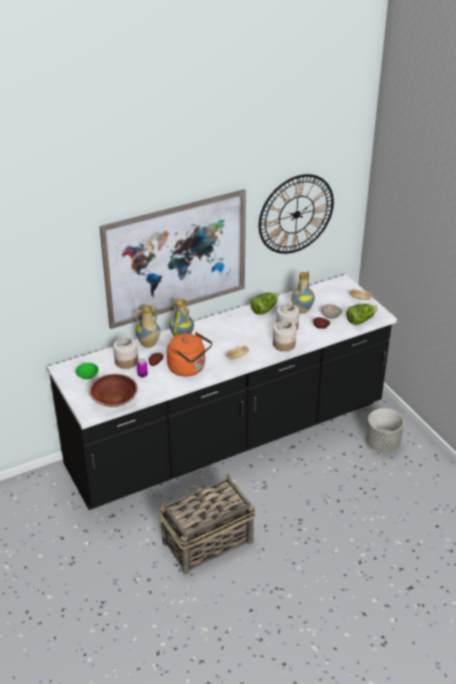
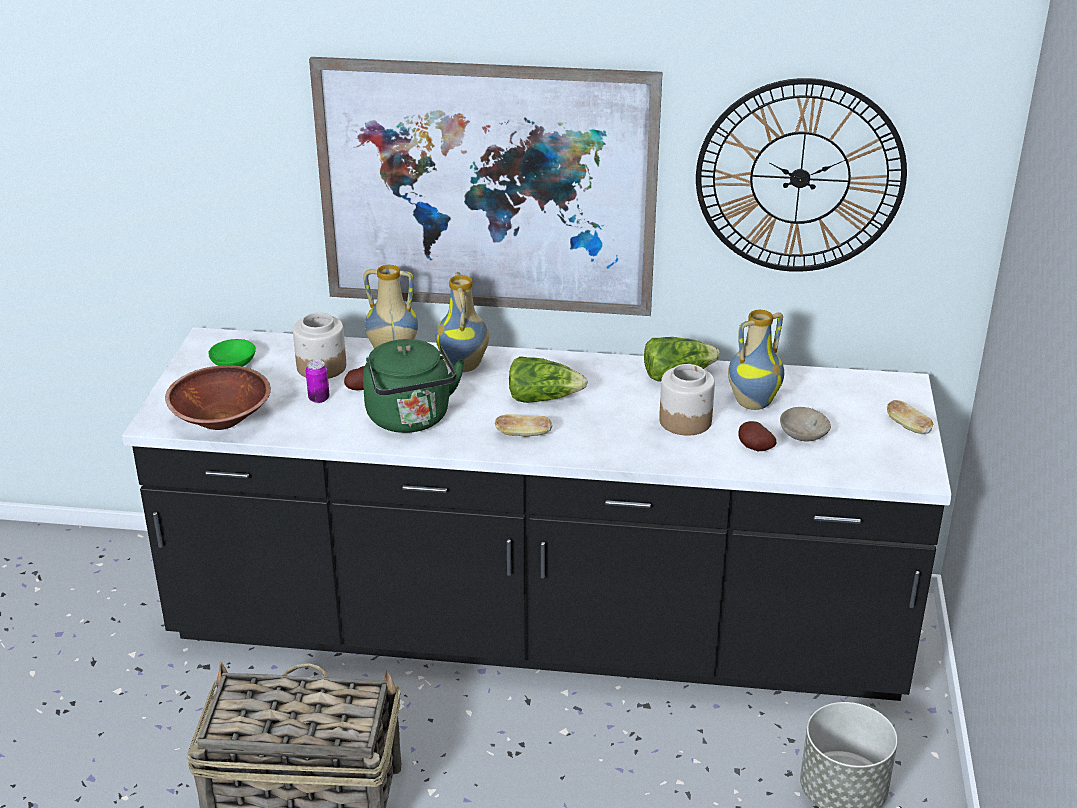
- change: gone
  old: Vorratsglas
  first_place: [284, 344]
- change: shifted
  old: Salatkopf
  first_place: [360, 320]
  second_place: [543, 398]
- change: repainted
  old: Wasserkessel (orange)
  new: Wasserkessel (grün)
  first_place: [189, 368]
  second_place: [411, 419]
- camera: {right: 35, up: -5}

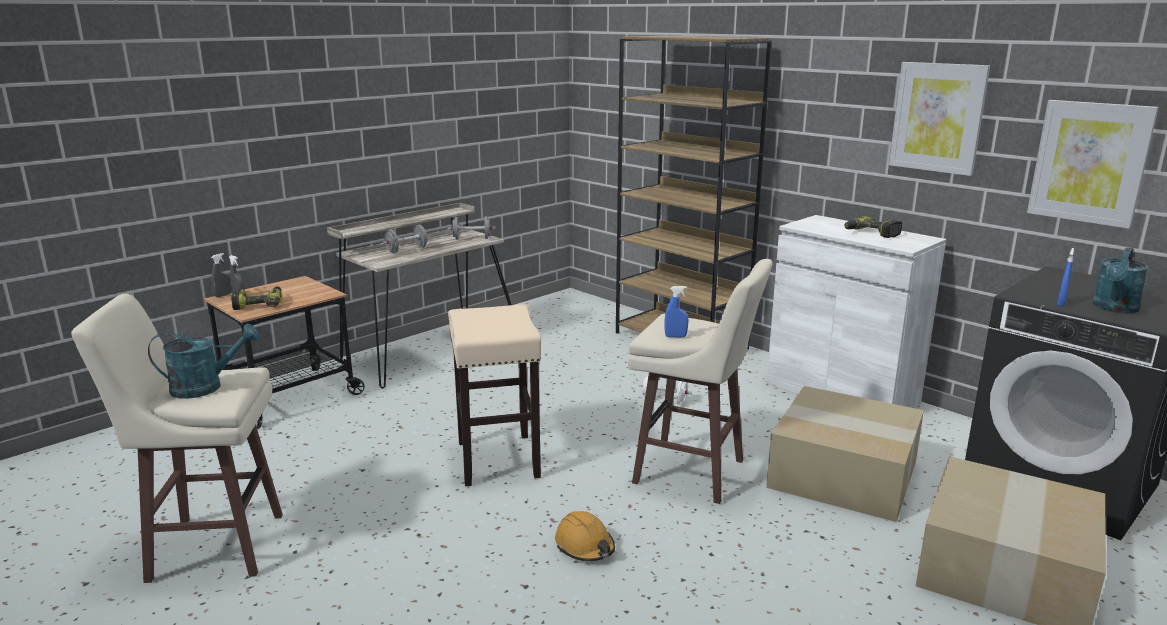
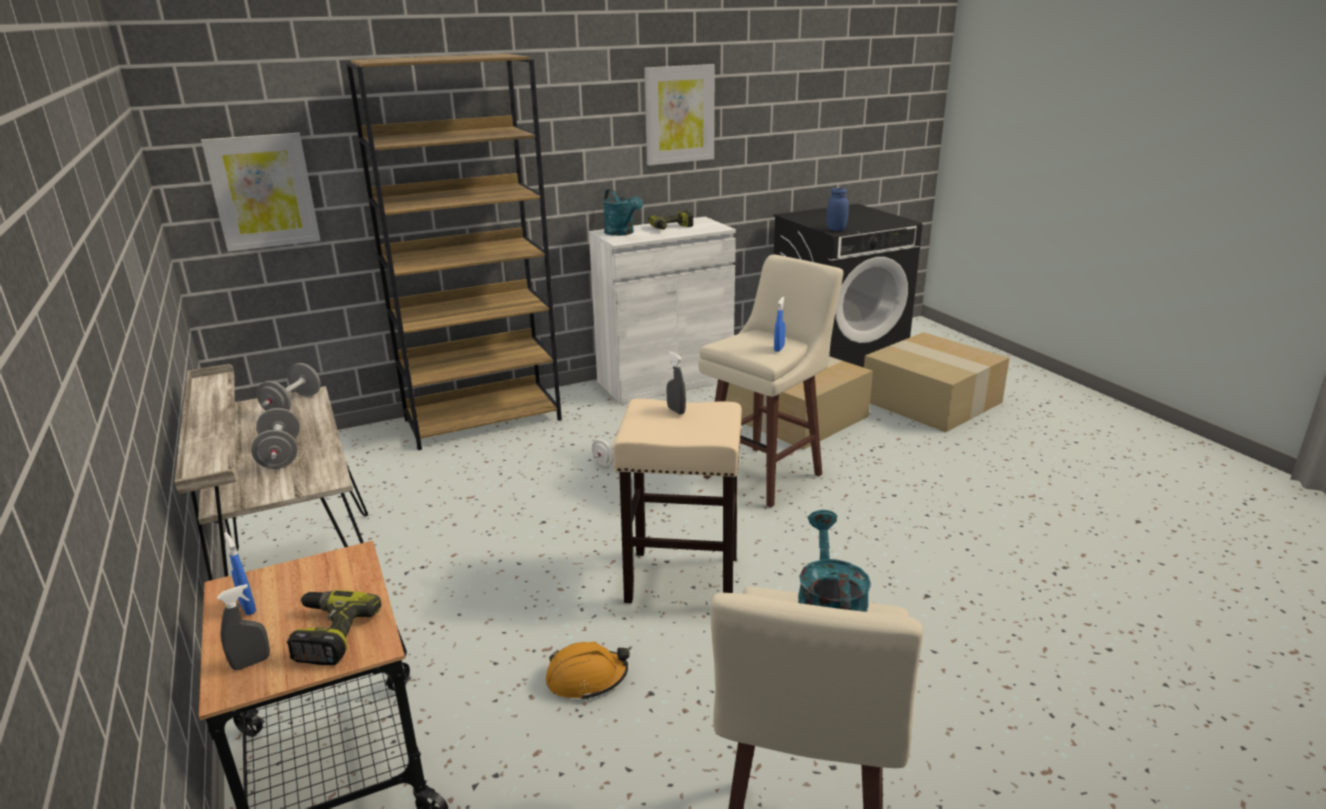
- change: new
  new: Vorratsglas (blau)
  second_place: [836, 229]
- change: shifted
  old: Sprühflasche (grau)
  first_place: [223, 295]
  second_place: [676, 410]
- change: shifted
  old: Schutzhelm (orange)
  first_place: [585, 546]
  second_place: [587, 678]
- change: shifted
  old: Bild
  first_place: [1089, 162]
  second_place: [263, 191]
- change: shifted
  old: Sprühflasche (blau)
  first_place: [1061, 303]
  second_place: [248, 607]
- change: shifted
  old: Gießkanne (türkis)
  first_place: [1114, 308]
  second_place: [622, 233]
- camera: {right: -70, up: 5}

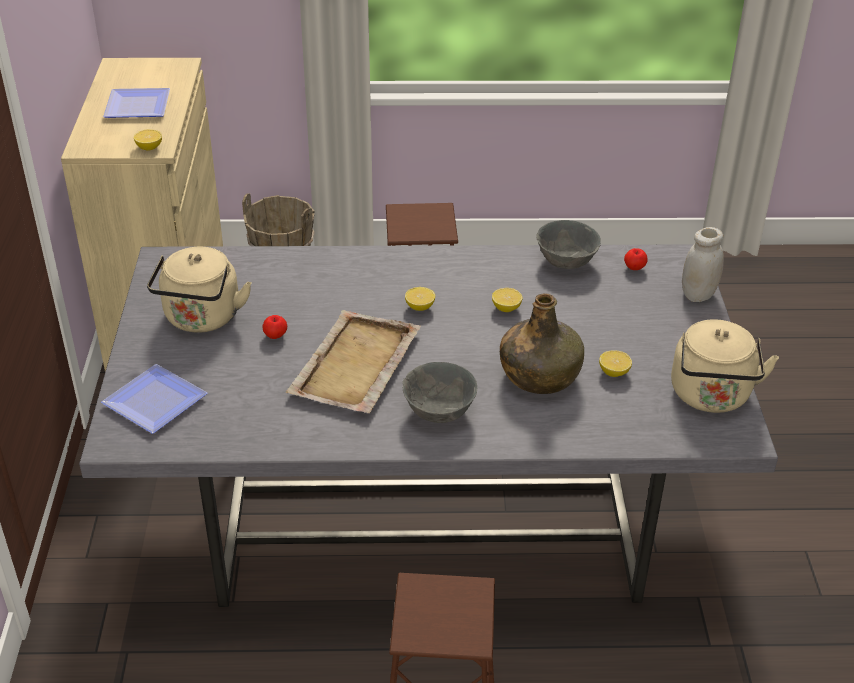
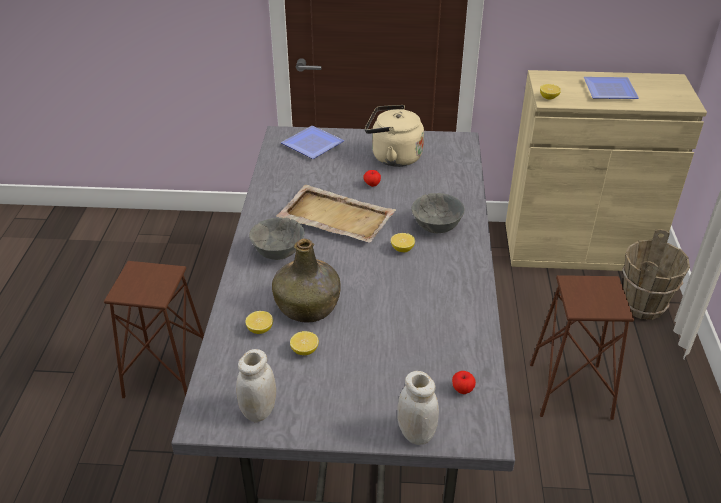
- change: shifted
  old: Zitrone
  first_place: [506, 308]
  second_place: [260, 329]
- change: shifted
  old: Schüssel (grau)
  first_place: [567, 261]
  second_place: [436, 226]
- change: swapped
  old: Wasserkessel (beige)
  new: Vorratsglas (weiß)
  first_place: [711, 397]
  second_place: [259, 411]
- camera: {right: 95, up: 0}

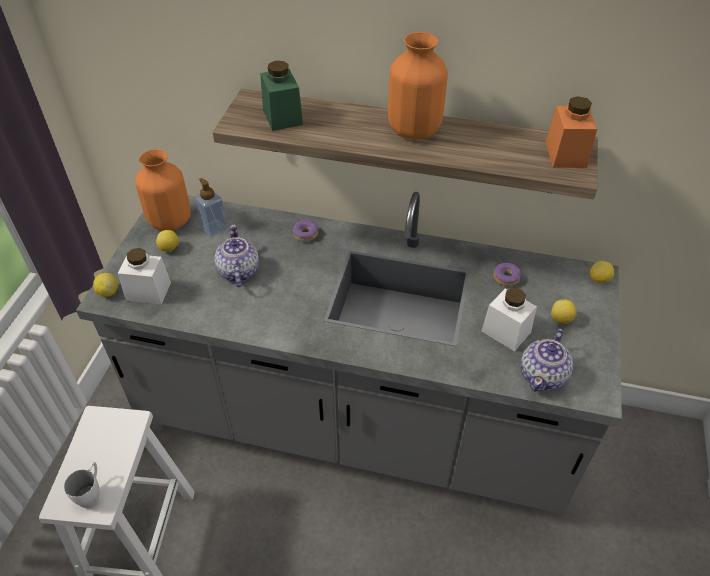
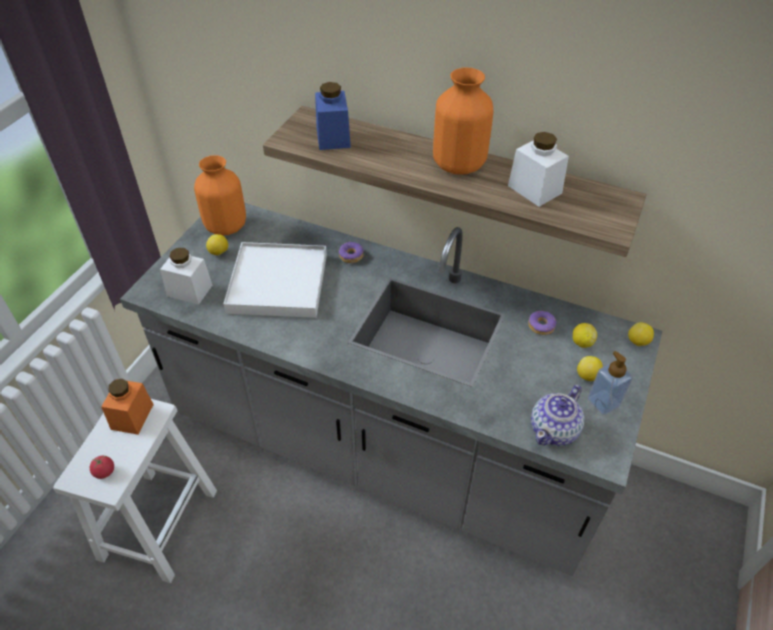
- change: shifted
  old: Zitrone
  first_place: [108, 292]
  second_place: [582, 342]
- change: shifted
  old: Seifenspender
  first_place: [214, 228]
  second_place: [603, 402]
- change: shifted
  old: Vorratsglas (weiß)
  first_place: [506, 331]
  second_place: [534, 189]
- change: shifted
  old: Vorratsglas (orange)
  first_place: [565, 154]
  second_place: [132, 416]
- change: swapped
  old: Henkelbecher (weiß)
  new: Tomate
  first_place: [91, 492]
  second_place: [104, 471]
- change: swapped
  old: Teekanne
  new: Tablett (weiß)
  first_place: [238, 271]
  second_place: [277, 283]
- change: repainted
  old: Vorratsglas (grün)
  new: Vorratsglas (blau)
  first_place: [282, 117]
  second_place: [333, 137]
- camera: {right: 10, up: 0}

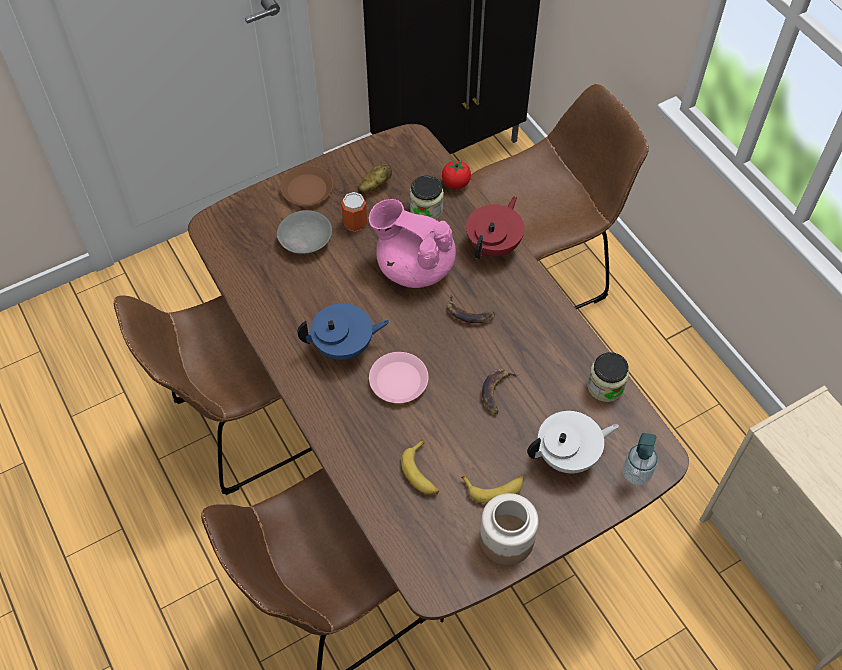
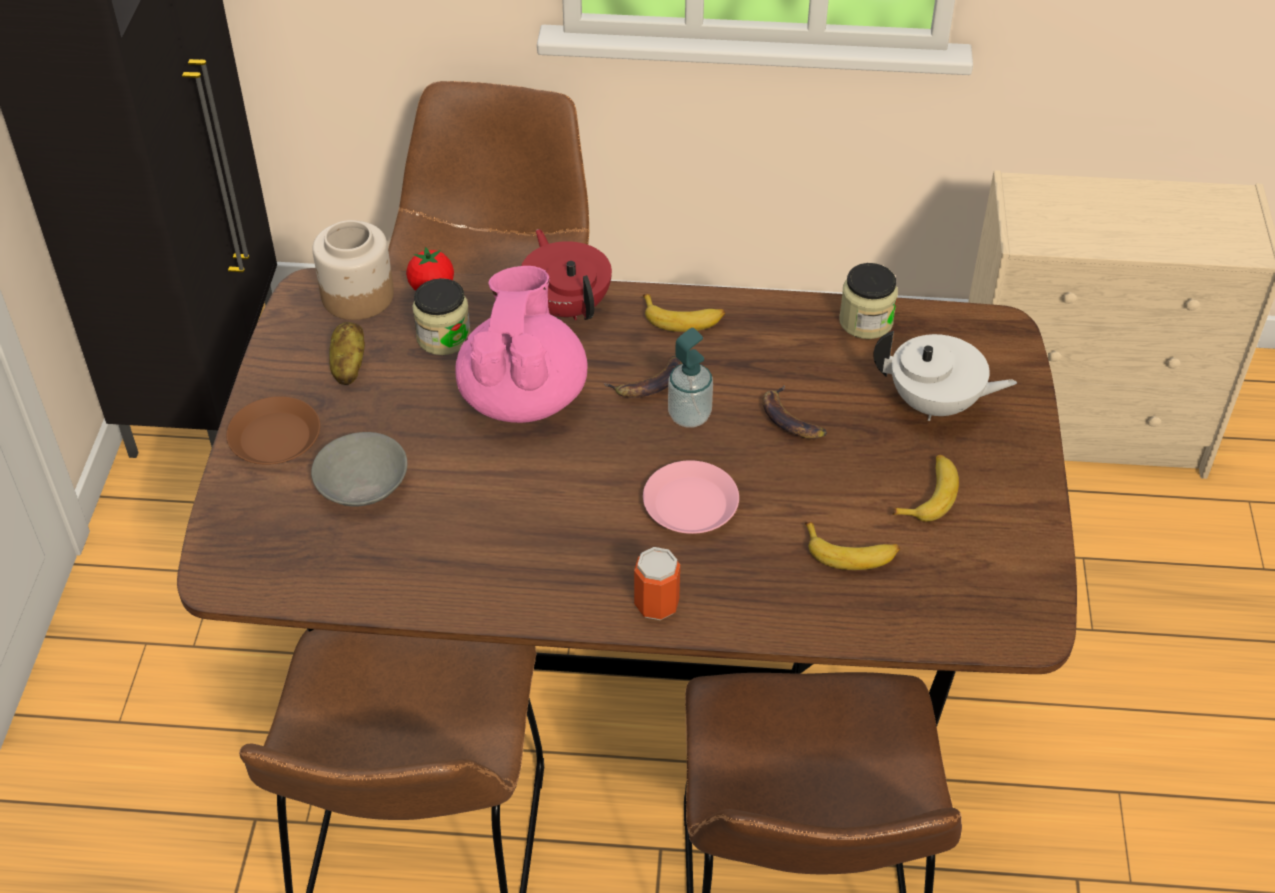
- change: gone
  old: Teekanne (blau)
  first_place: [344, 347]
- change: new
  new: Banane
  second_place: [683, 318]
- change: shifted
  old: Dose
  first_place: [355, 223]
  second_place: [656, 604]
- change: shifted
  old: Vorratsglas
  first_place: [505, 539]
  second_place: [357, 296]
- change: shifted
  old: Seifenspender
  first_place: [636, 474]
  second_place: [689, 416]
- change: rotated
  old: Teekanne (rosa)
  first_place: [414, 266]
  second_place: [523, 396]
  degrees: 120
- change: rotated
  old: Teekanne (weiß)
  first_place: [568, 455]
  second_place: [935, 404]
  degrees: 90
- camera: {right: -55, up: -10}

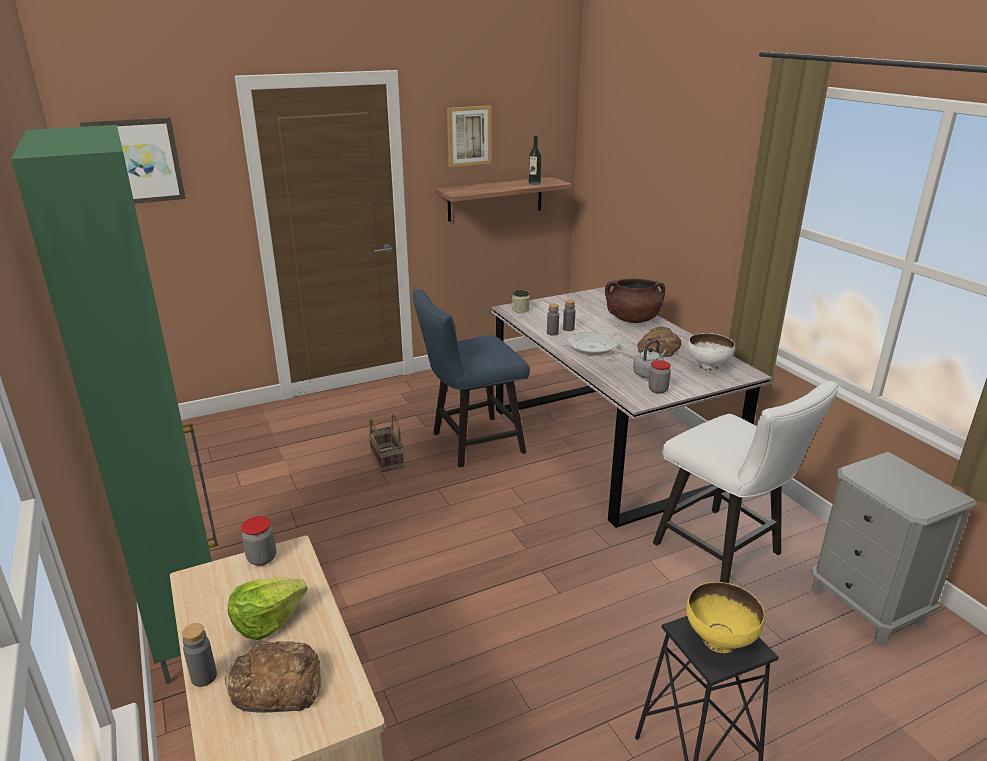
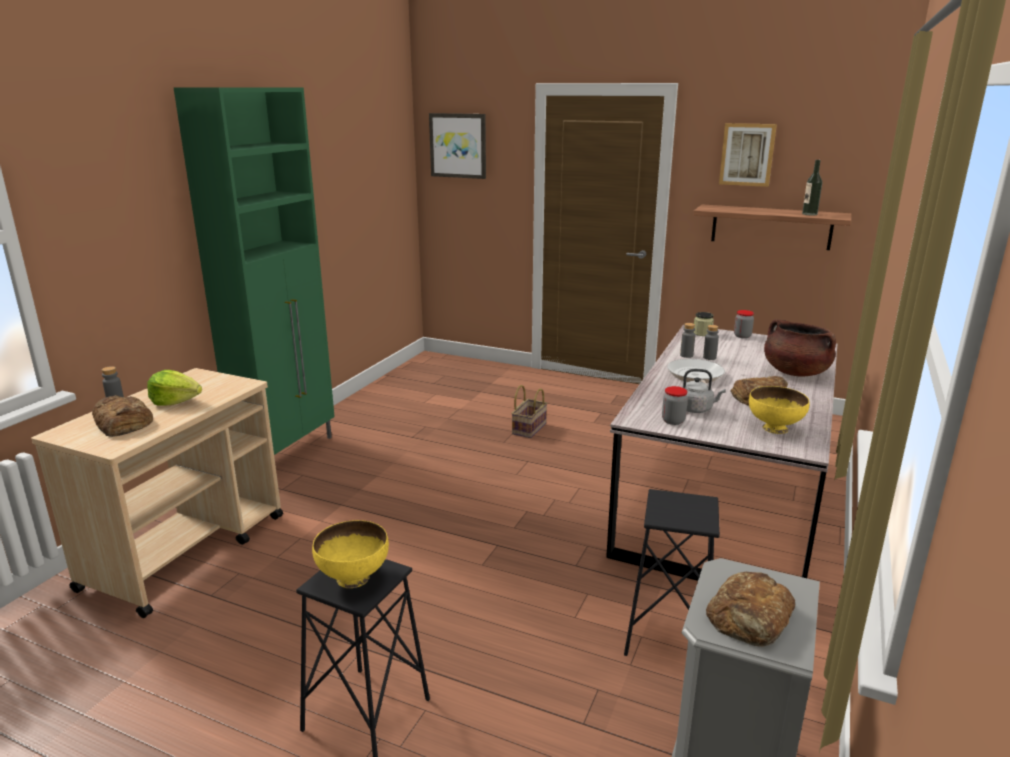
- change: gone
  old: Stuhl (blau)
  first_place: [471, 444]
- change: new
  new: Brot
  second_place: [750, 618]
- change: shifted
  old: Vorratsglas
  first_place: [262, 558]
  second_place: [742, 336]
- change: swapped
  old: Stuhl (weiß)
  new: Hocker (schwarz)
  first_place: [725, 552]
  second_place: [668, 635]
- change: repainted
  old: Schüssel (weiß)
  new: Schüssel (gelb)
  first_place: [707, 366]
  second_place: [774, 428]
- camera: {right: 50, up: -5}

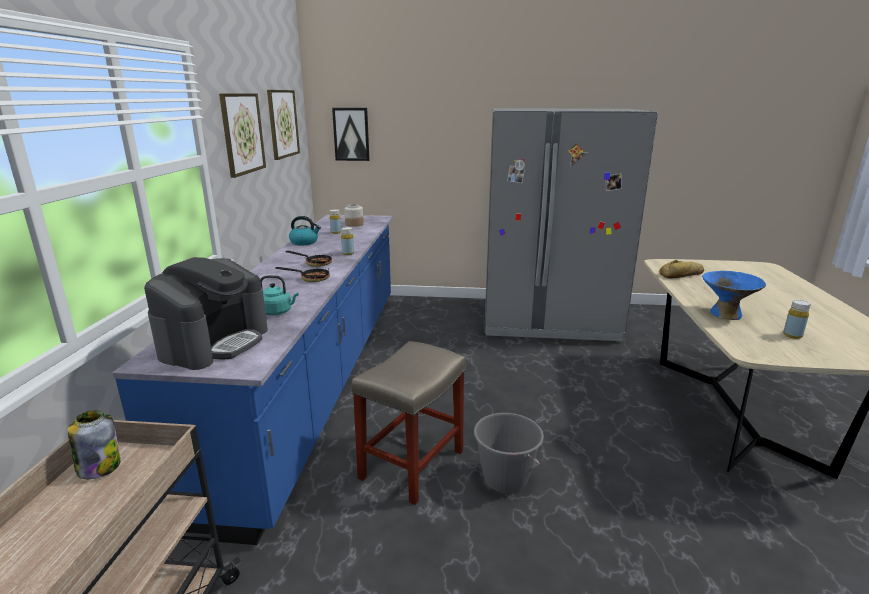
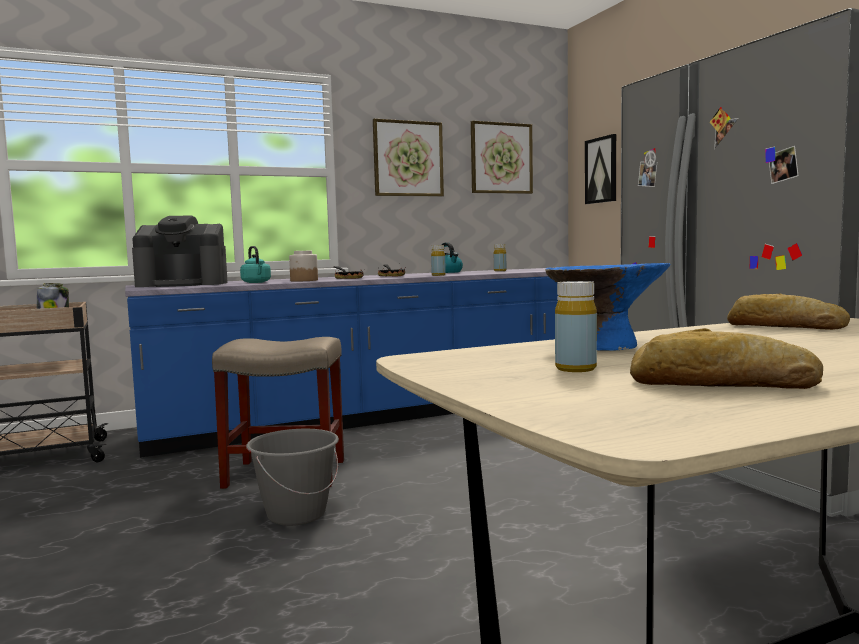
- change: new
  new: Brot
  second_place: [723, 384]
- change: shifted
  old: Vorratsglas
  first_place: [354, 224]
  second_place: [303, 280]
- camera: {right: 60, up: -15}

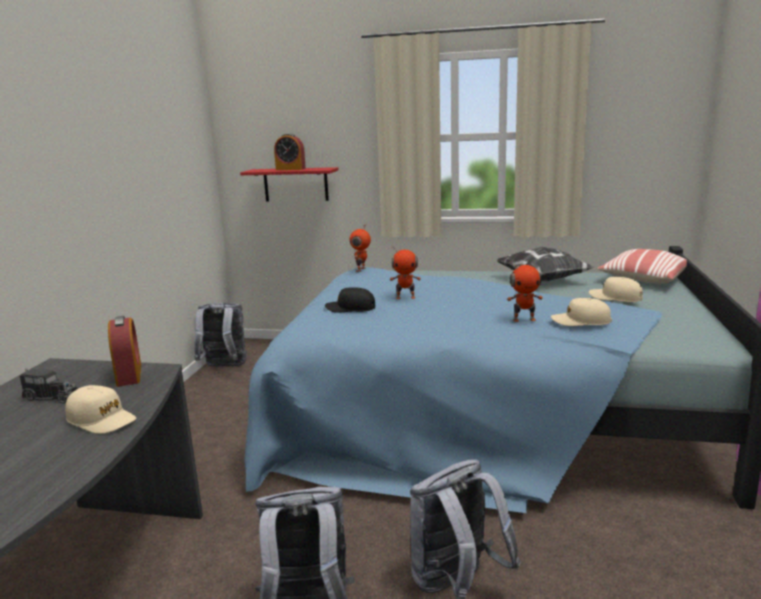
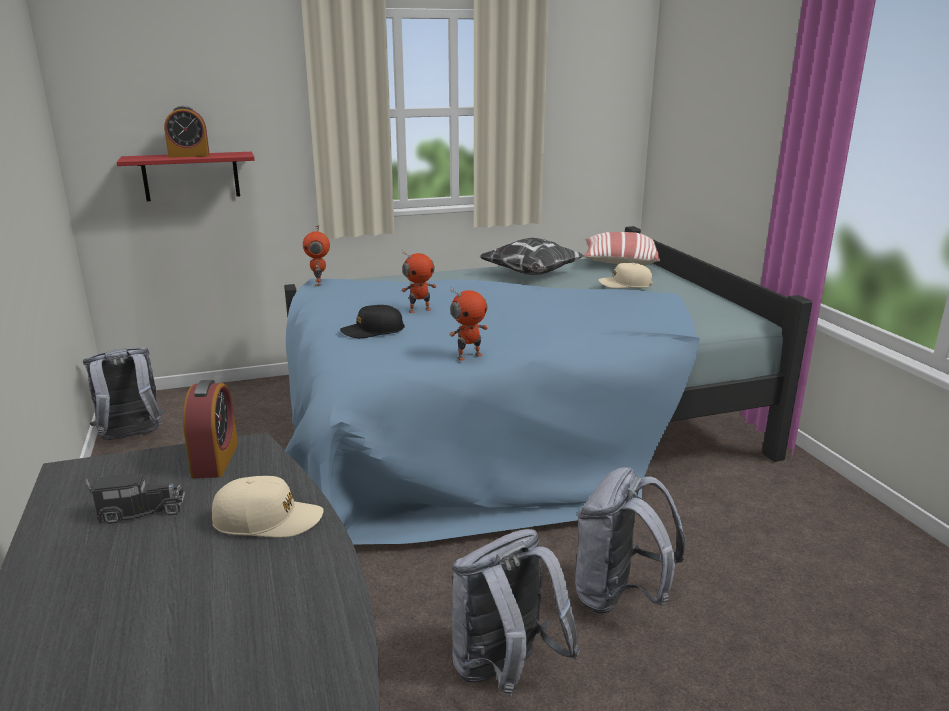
- change: gone
  old: Kappe (beige)
  first_place: [580, 321]
- change: shifted
  old: Spielzeugroboter
  first_place: [524, 319]
  second_place: [469, 356]
- change: rotated
  old: Wecker
  first_place: [129, 375]
  second_place: [215, 460]
  degrees: 45
- camera: {right: -30, up: 5}

